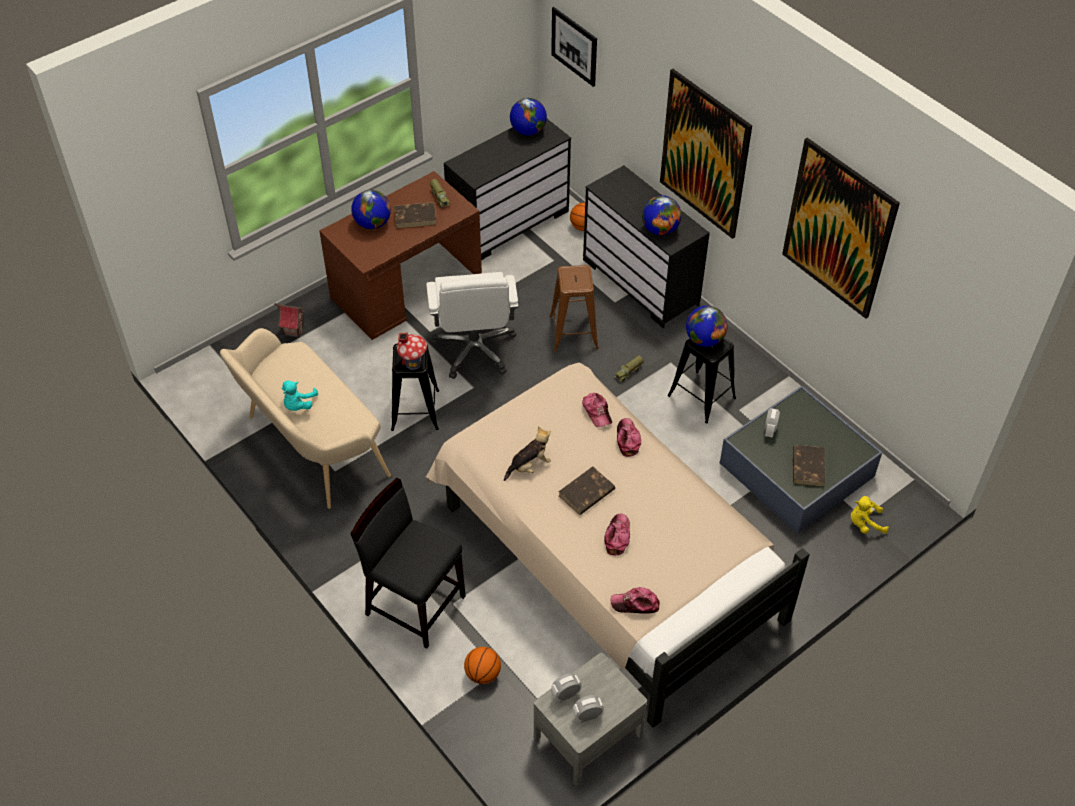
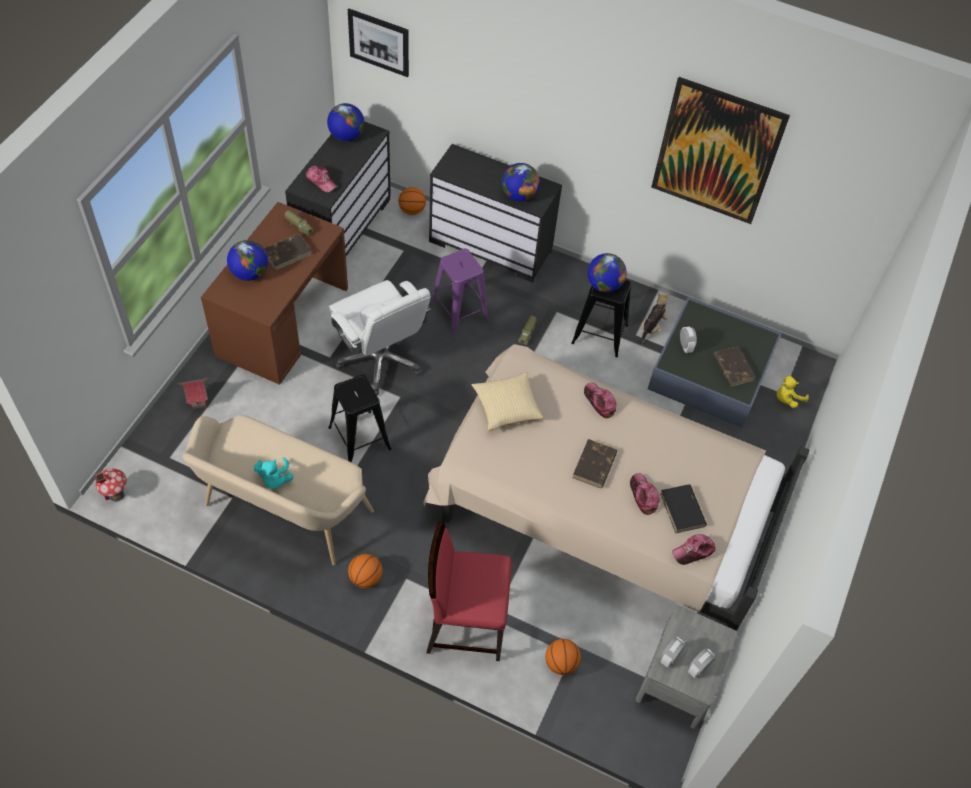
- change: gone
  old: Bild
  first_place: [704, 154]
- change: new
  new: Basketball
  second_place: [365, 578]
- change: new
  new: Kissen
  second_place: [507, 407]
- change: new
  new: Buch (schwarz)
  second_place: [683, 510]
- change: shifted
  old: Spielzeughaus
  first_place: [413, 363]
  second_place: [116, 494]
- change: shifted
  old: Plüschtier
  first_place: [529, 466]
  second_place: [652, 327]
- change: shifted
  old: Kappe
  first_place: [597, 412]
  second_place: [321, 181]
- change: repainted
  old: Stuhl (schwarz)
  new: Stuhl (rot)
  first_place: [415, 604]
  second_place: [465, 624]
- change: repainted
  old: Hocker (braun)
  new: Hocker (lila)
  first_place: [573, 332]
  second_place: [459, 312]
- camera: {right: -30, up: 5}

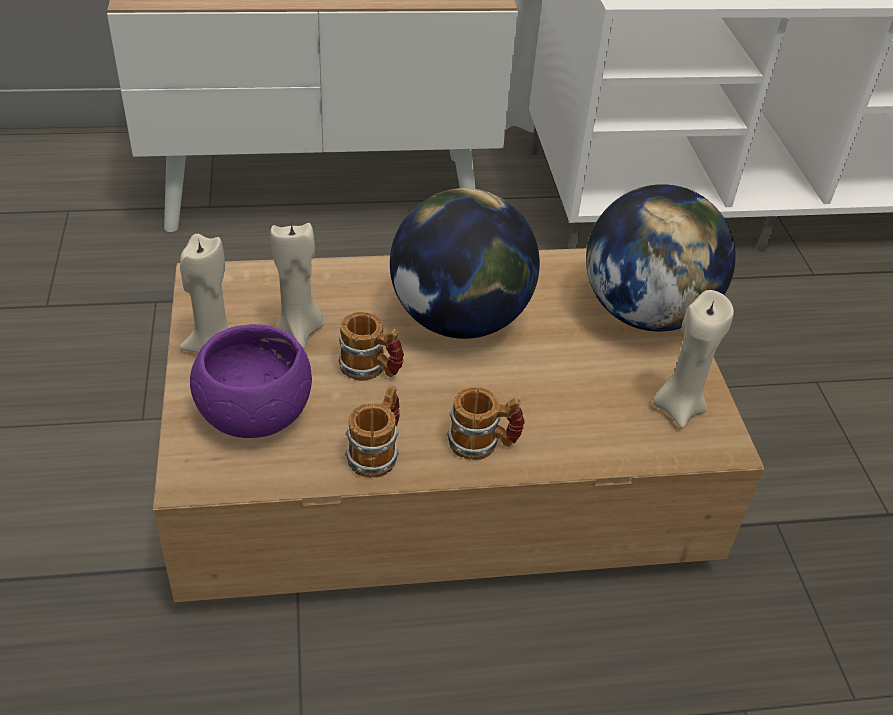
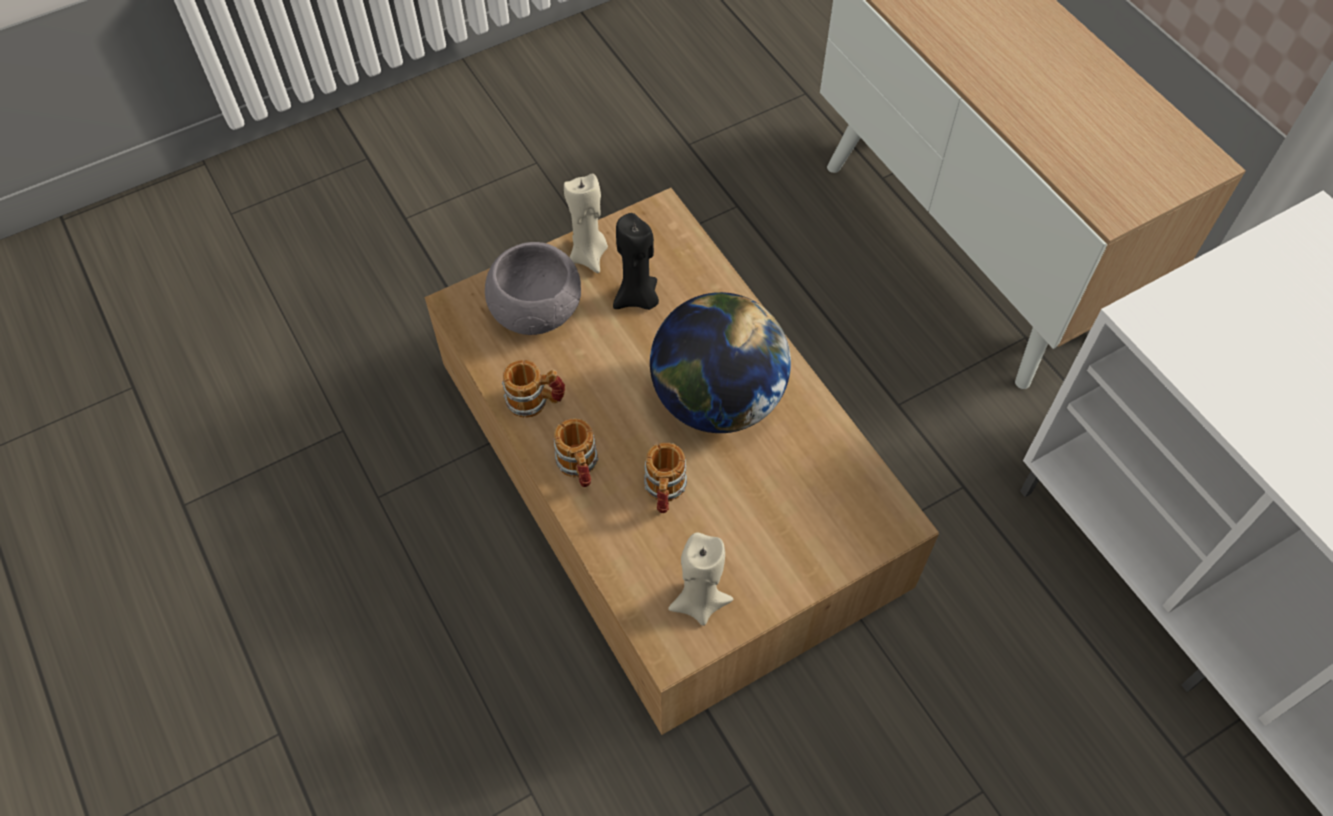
- change: gone
  old: Globus
  first_place: [645, 313]
- change: shifted
  old: Henkelbecher
  first_place: [371, 369]
  second_place: [664, 492]
- change: repainted
  old: Schüssel (lila)
  new: Schüssel (grau)
  first_place: [255, 413]
  second_place: [536, 311]
- change: repainted
  old: Kerze (beige)
  new: Kerze (schwarz)
  first_place: [299, 331]
  second_place: [638, 298]
- camera: {right: 70, up: 15}

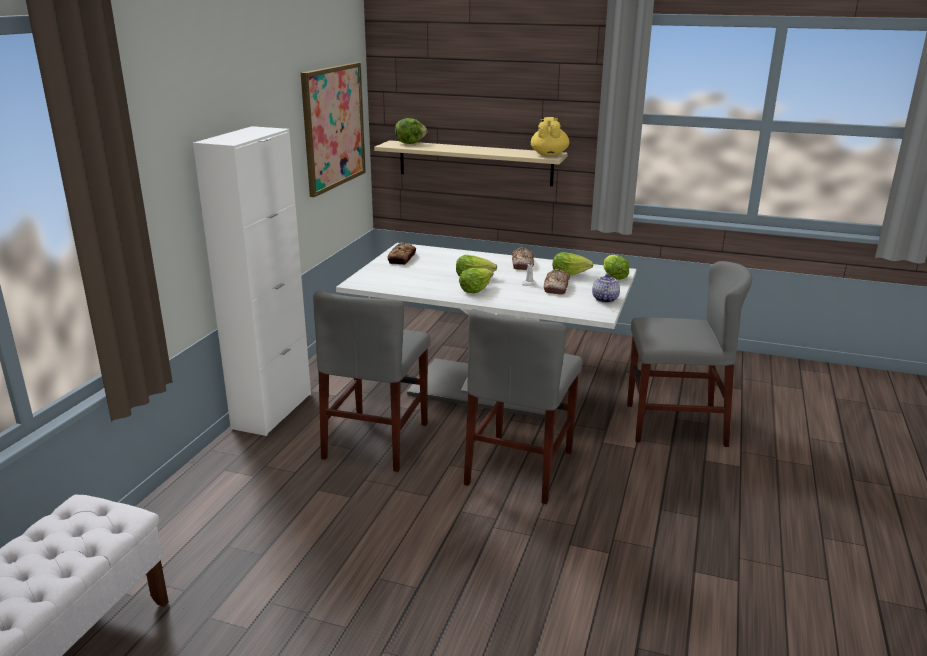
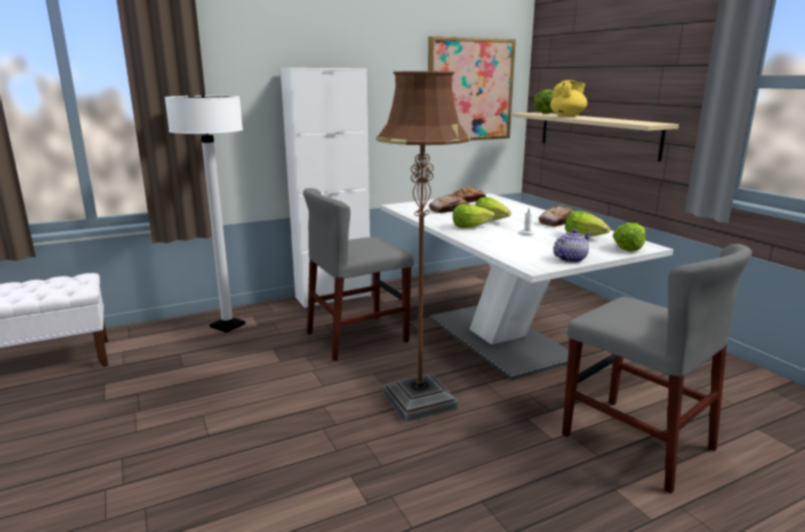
- change: new
  new: Stehlampe (weiß)
  second_place: [227, 326]
- change: shifted
  old: Teekanne (gelb)
  first_place: [549, 154]
  second_place: [567, 116]
- change: shifted
  old: Brot
  first_place: [556, 287]
  second_place: [448, 210]
- change: swapped
  old: Stuhl (grau)
  new: Stehlampe (braun)
  first_place: [520, 467]
  second_place: [419, 400]
- camera: {right: 45, up: -5}

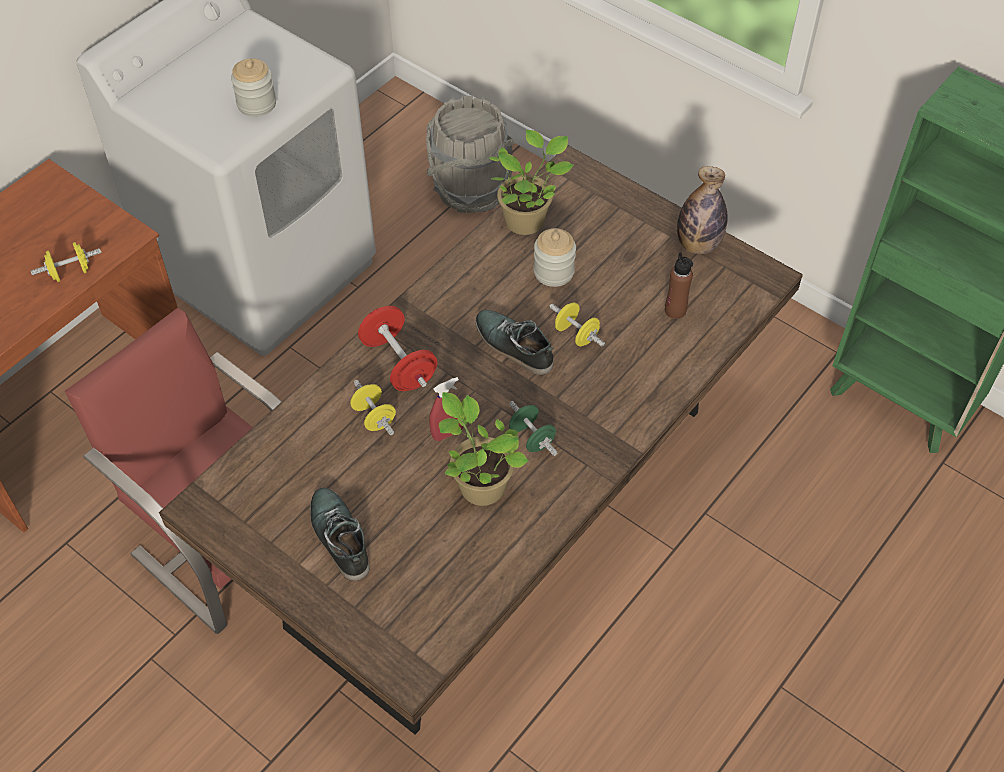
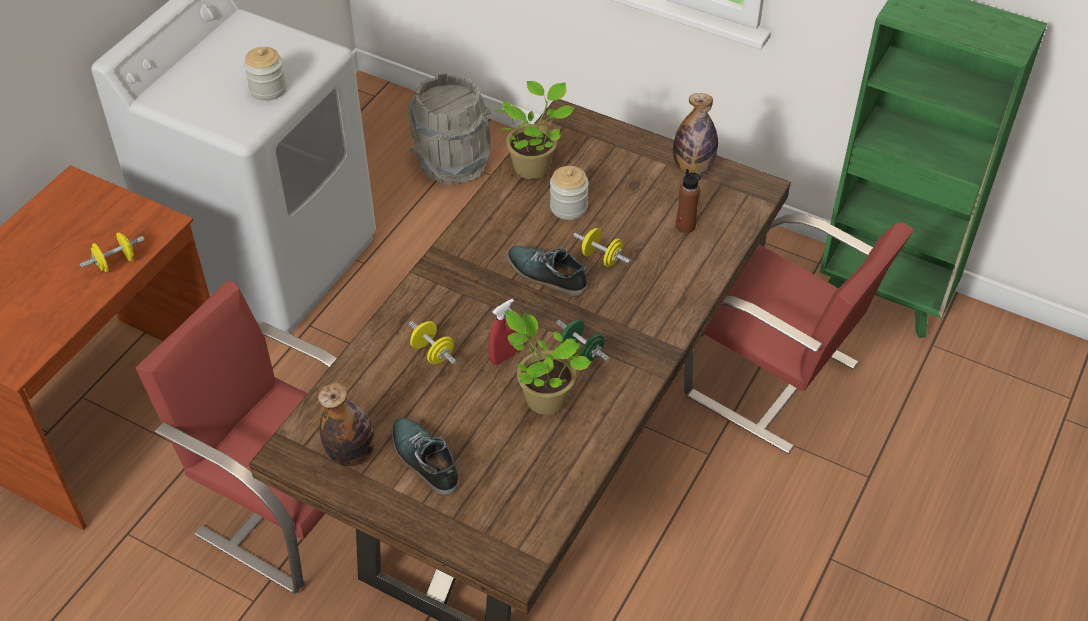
- change: gone
  old: Hantel (rot)
  first_place: [399, 363]
- change: new
  new: Flasche
  second_place: [351, 453]
- change: new
  new: Stuhl (rot)
  second_place: [774, 381]
- camera: {right: -10, up: -5}

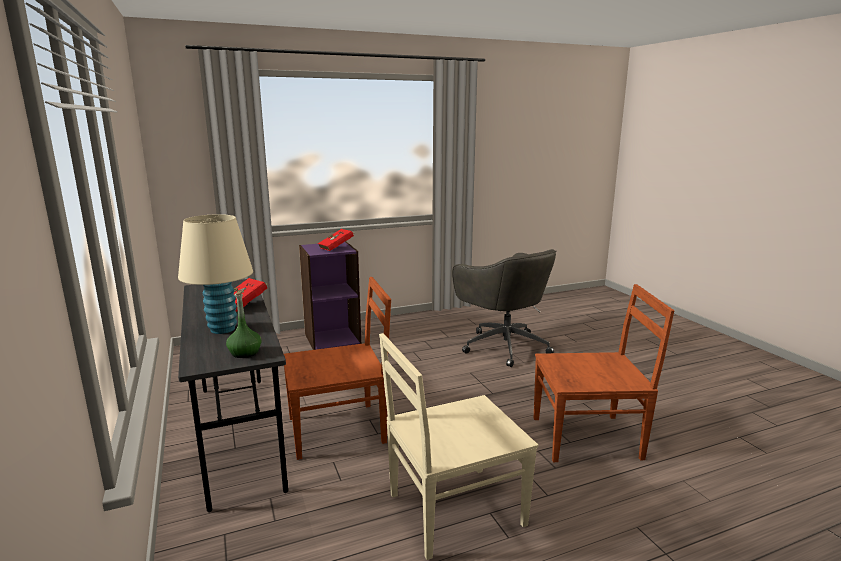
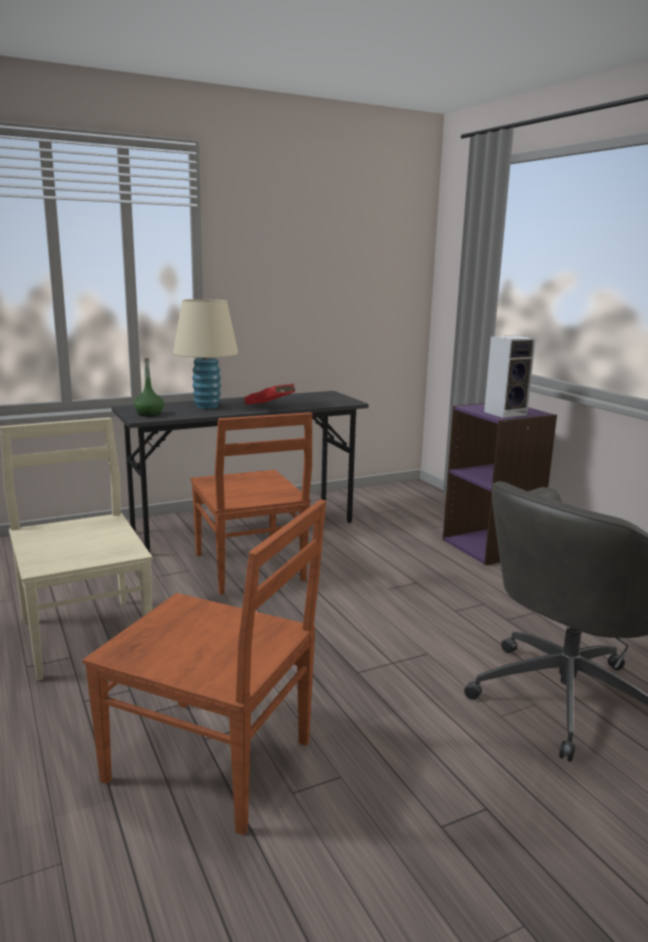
- change: swapped
  old: Buch (rot)
  new: Lautsprecher
  first_place: [338, 248]
  second_place: [506, 413]
- change: rotated
  old: Stuhl (braun)
  first_place: [589, 438]
  second_place: [213, 763]
  degrees: -60
- camera: {right: 85, up: 0}

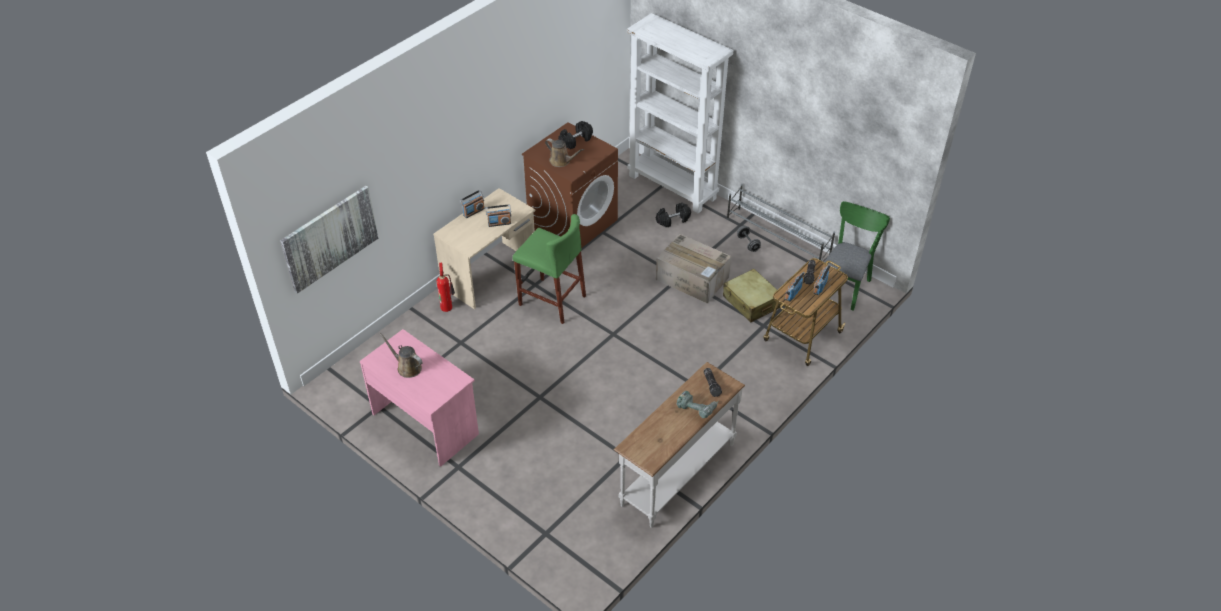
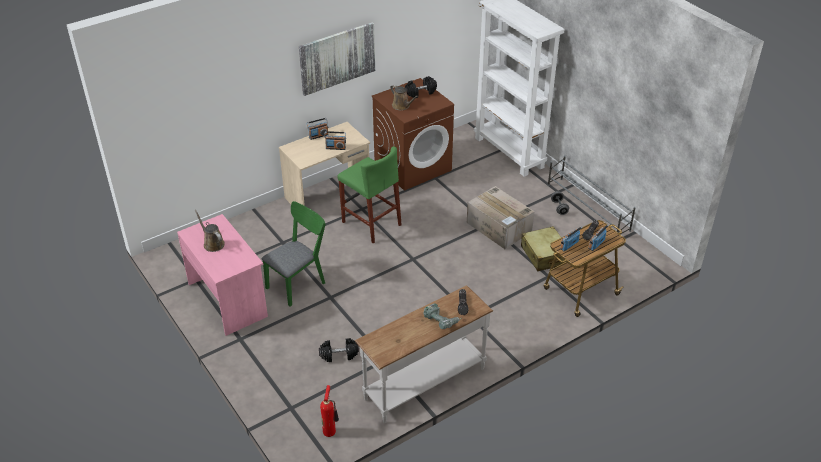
- change: shifted
  old: Bild
  first_place: [330, 238]
  second_place: [337, 58]
- change: shifted
  old: Feuerlöscher
  first_place: [447, 306]
  second_place: [330, 431]
- change: shifted
  old: Hantel (schwarz)
  first_place: [673, 220]
  second_place: [339, 355]
- change: shifted
  old: Stuhl (grün)
  first_place: [845, 285]
  second_place: [299, 283]
- camera: {right: 15, up: -5}

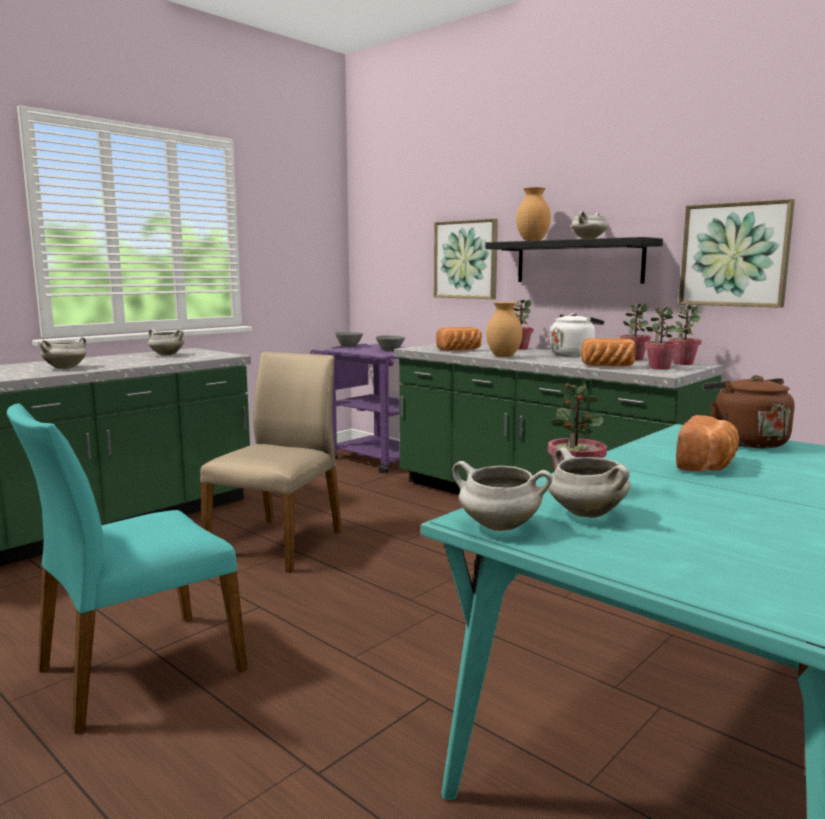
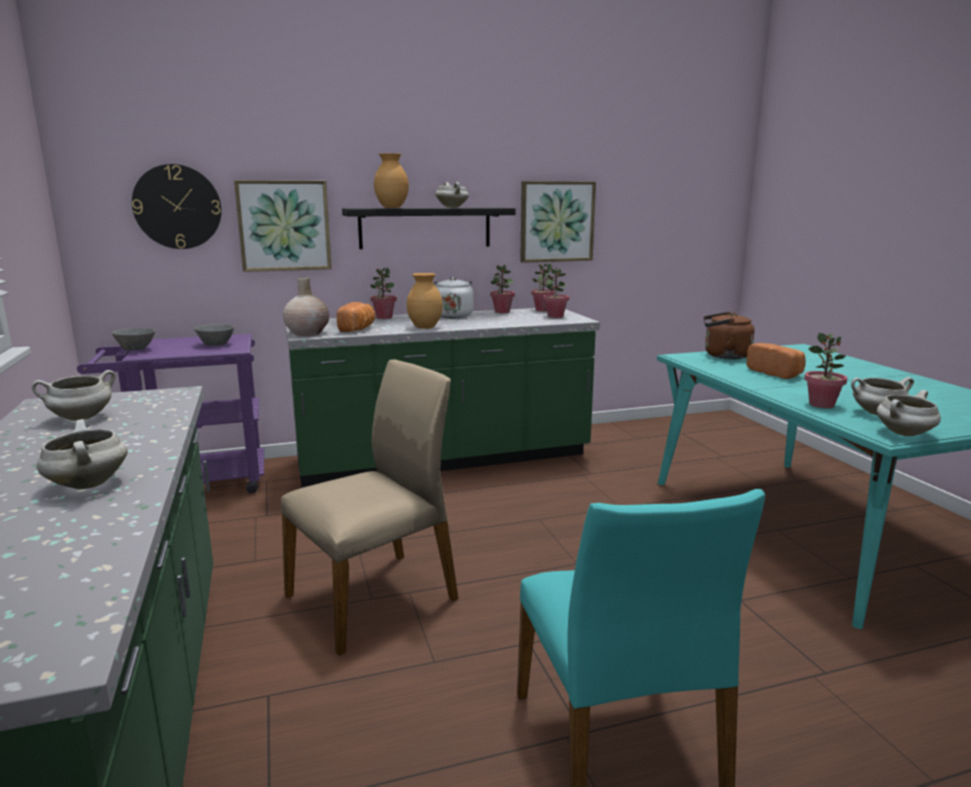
- change: gone
  old: Brot
  first_place: [608, 366]
- change: new
  new: Wanduhr
  second_place: [177, 207]
- change: new
  new: Vase (beige)
  second_place: [307, 333]
- change: rotated
  old: Stuhl (beige)
  first_place: [278, 543]
  second_place: [374, 597]
  degrees: 90
- camera: {right: -60, up: 5}

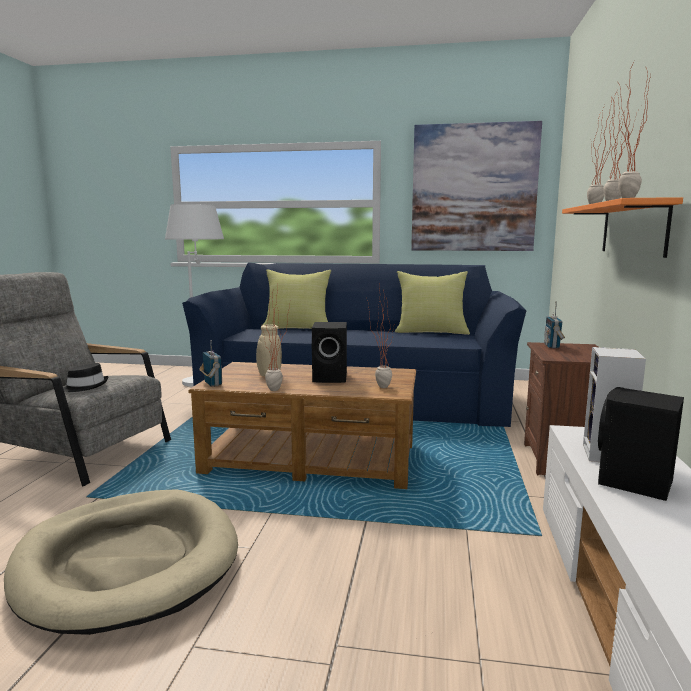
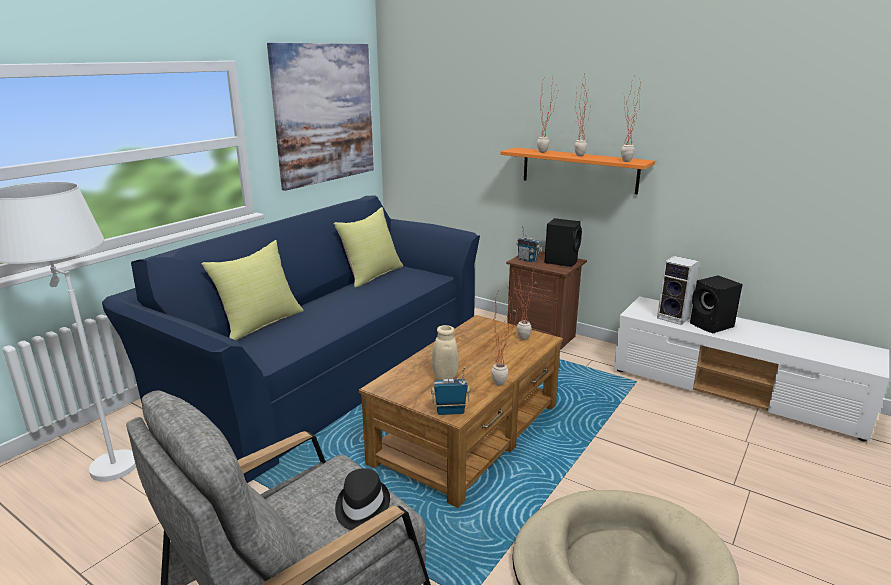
- change: shifted
  old: Lautsprecher (schwarz)
  first_place: [331, 378]
  second_place: [562, 261]
- camera: {right: -65, up: 10}

